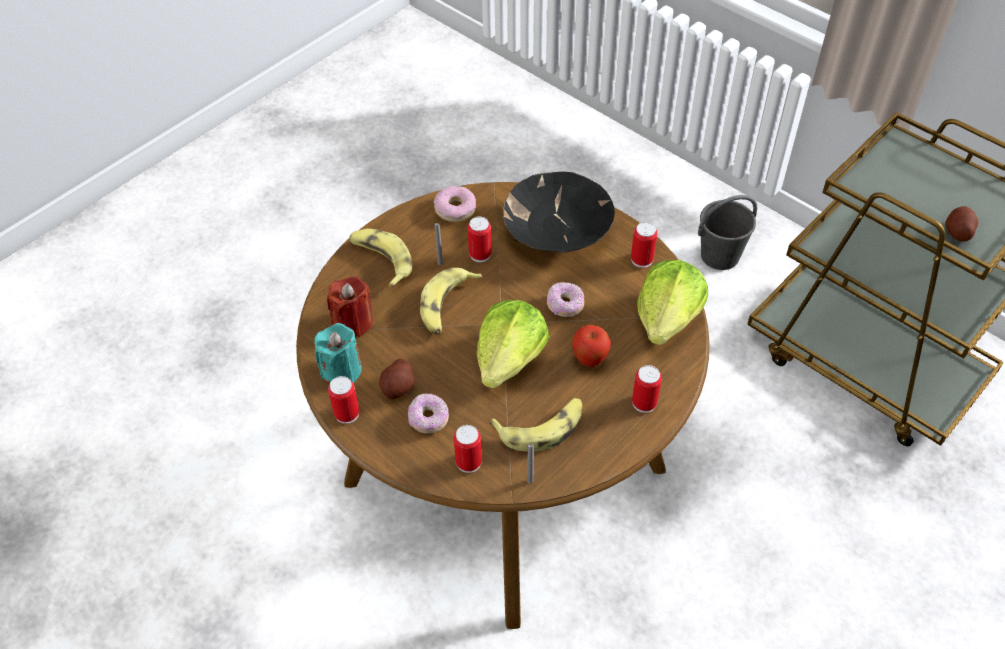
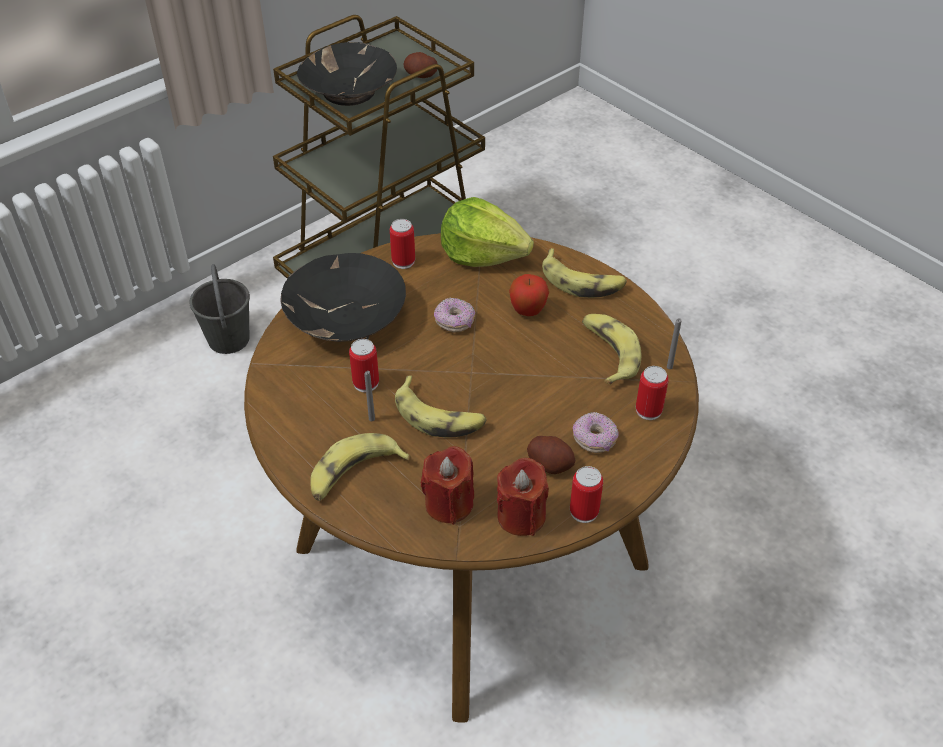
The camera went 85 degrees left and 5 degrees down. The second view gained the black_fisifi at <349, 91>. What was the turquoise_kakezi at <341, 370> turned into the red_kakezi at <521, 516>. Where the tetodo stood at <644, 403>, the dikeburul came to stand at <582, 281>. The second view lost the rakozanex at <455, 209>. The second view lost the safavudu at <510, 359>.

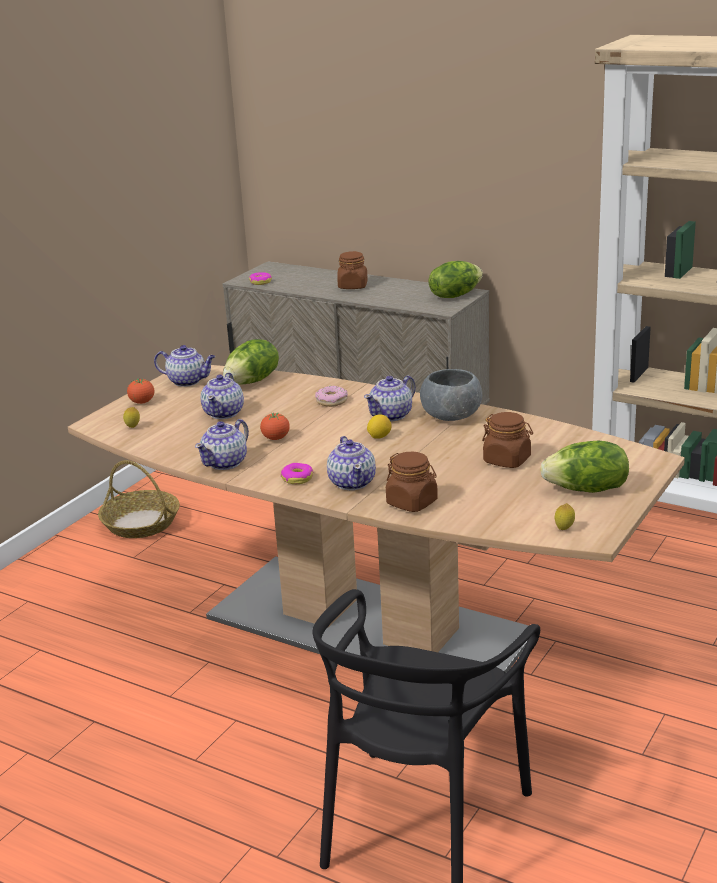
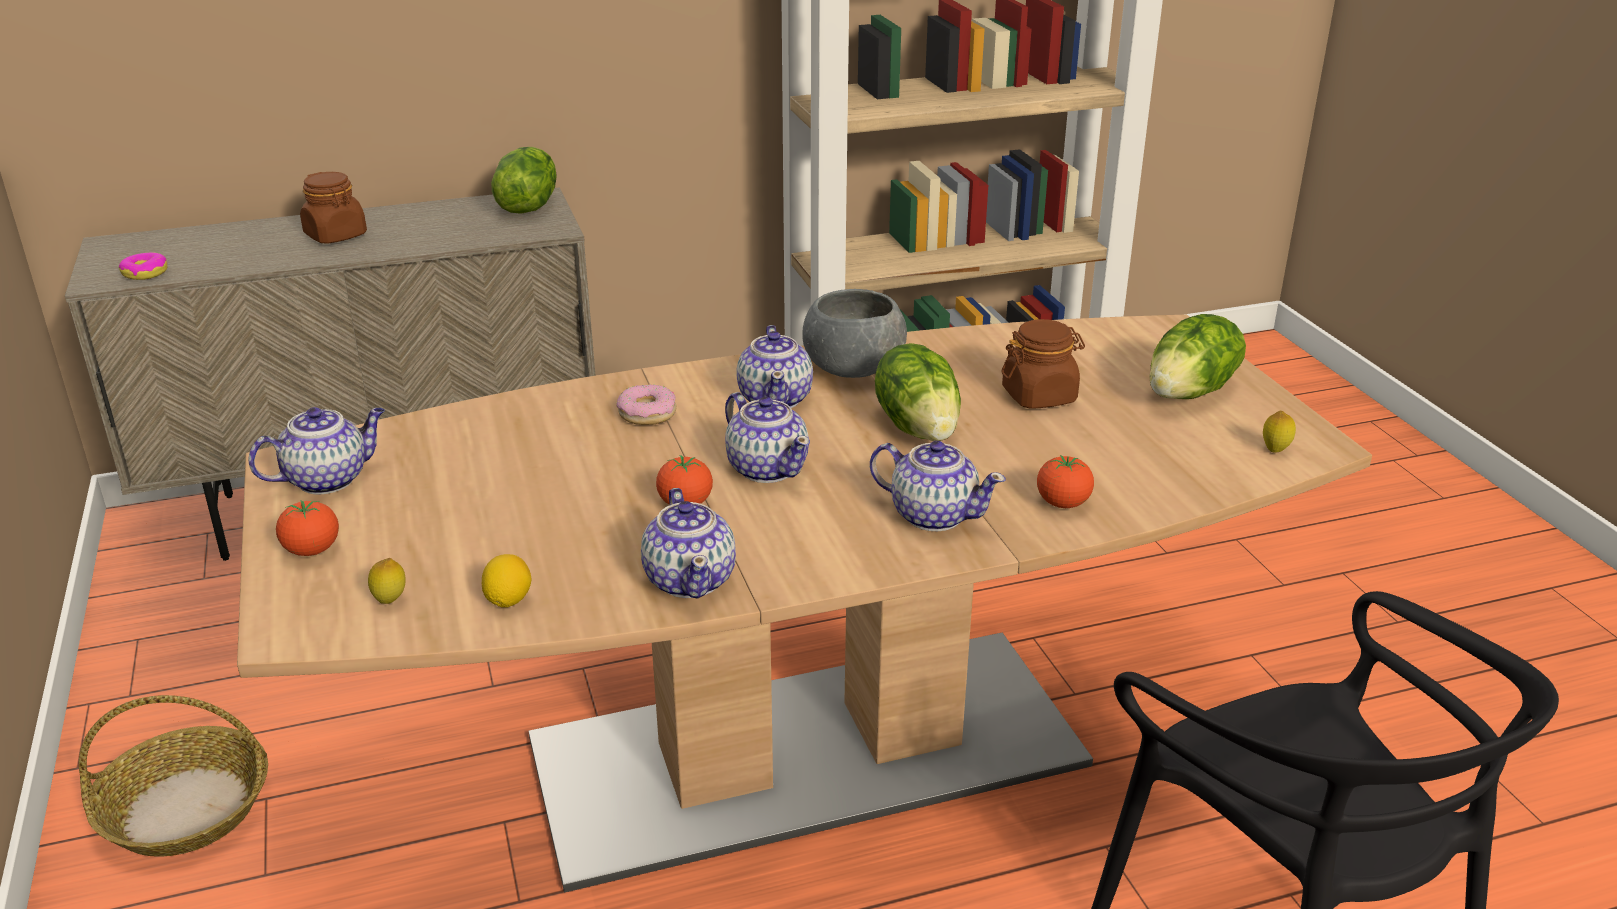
The camera went 50 degrees left and 5 degrees up. The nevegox ended up elsewhere, having gone from <379, 437> to <508, 600>. The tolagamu ended up elsewhere, having gone from <224, 413> to <767, 468>. The safavudu ended up elsewhere, having gone from <253, 381> to <919, 427>. Where the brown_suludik stood at <412, 503>, the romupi came to stand at <1062, 504>. The second view lost the rakozanex at <297, 478>.

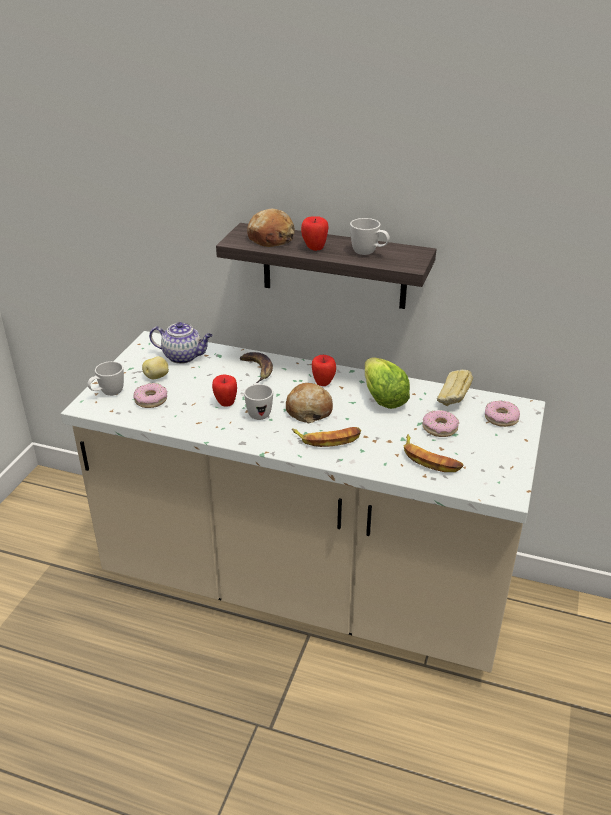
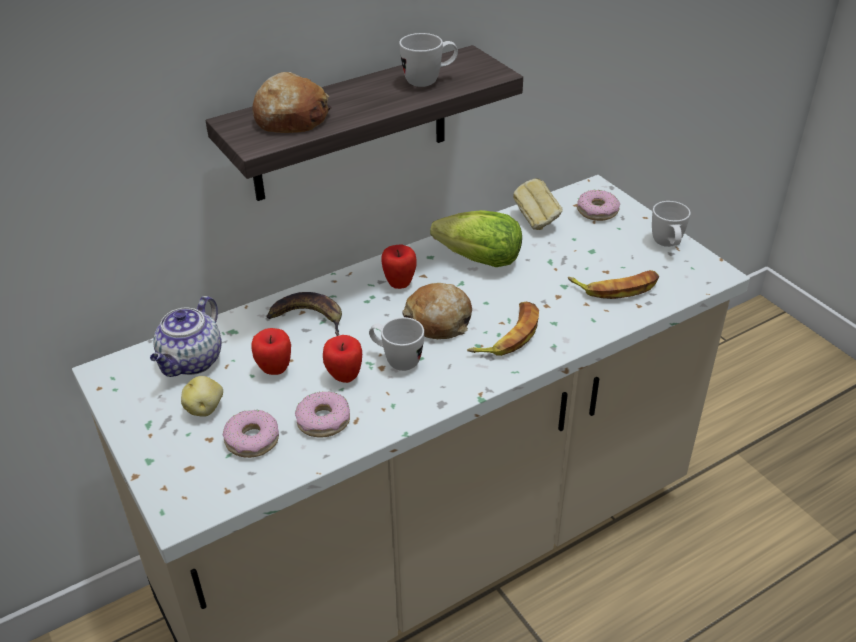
The camera went 50 degrees left and 5 degrees up. The tolagamu at <183, 356> ended up facing another way, 150 degrees clockwise from before. The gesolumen ended up elsewhere, having gone from <314, 249> to <275, 370>. The rakozanex ended up elsewhere, having gone from <439, 428> to <323, 421>. The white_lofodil ended up elsewhere, having gone from <108, 394> to <667, 245>.

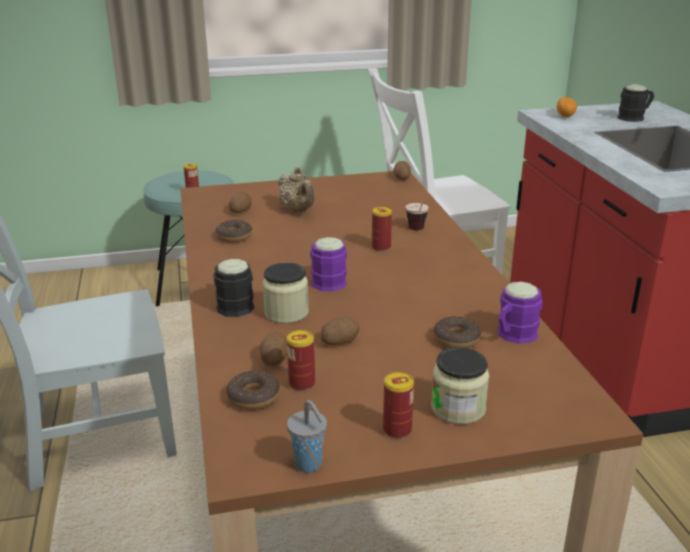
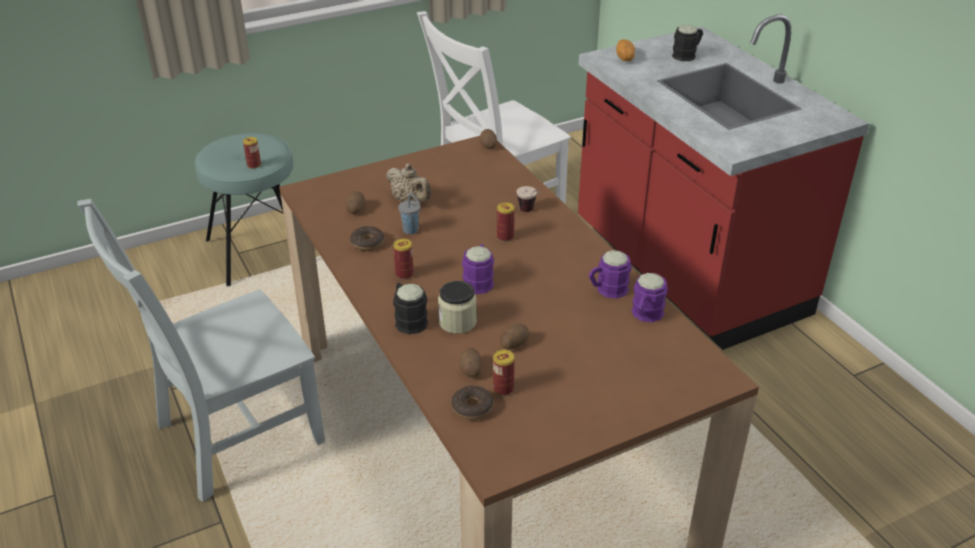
The camera went 15 degrees left and 10 degrees up. The tetodo ended up elsewhere, having gone from <397, 430> to <404, 274>. The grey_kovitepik ended up elsewhere, having gone from <309, 465> to <411, 230>. The second view gained the purple_lofodil at <607, 290>. The second view lost the suludik at <458, 408>. The second view lost the rakozanex at <456, 339>.

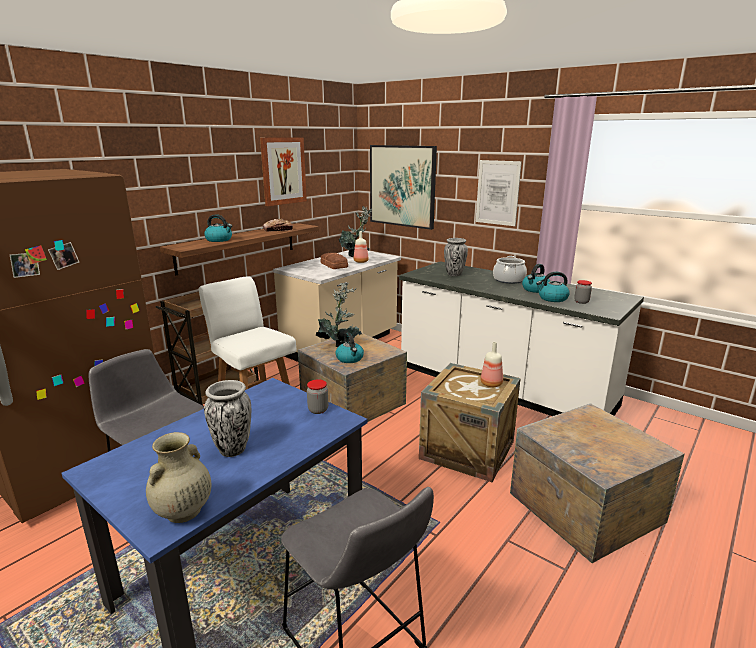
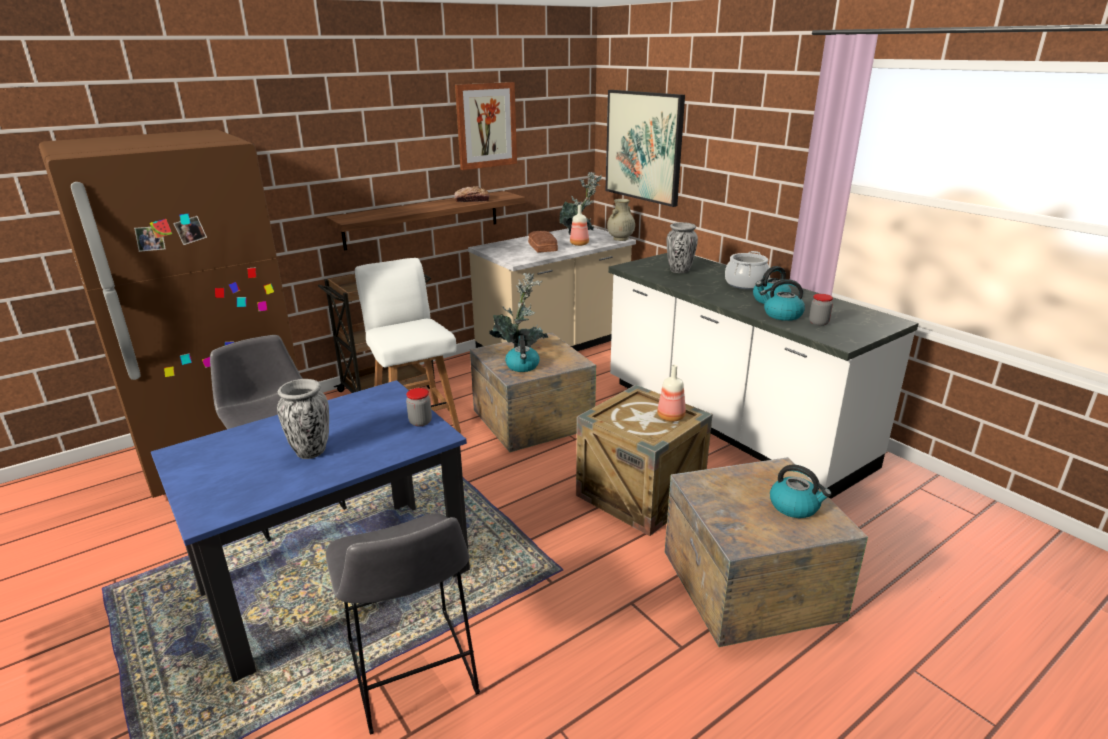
The camera went 15 degrees right and 5 degrees up. The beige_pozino ended up elsewhere, having gone from <182, 512> to <620, 239>. The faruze ended up elsewhere, having gone from <219, 240> to <795, 506>. The second view lost the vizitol at <497, 192>.

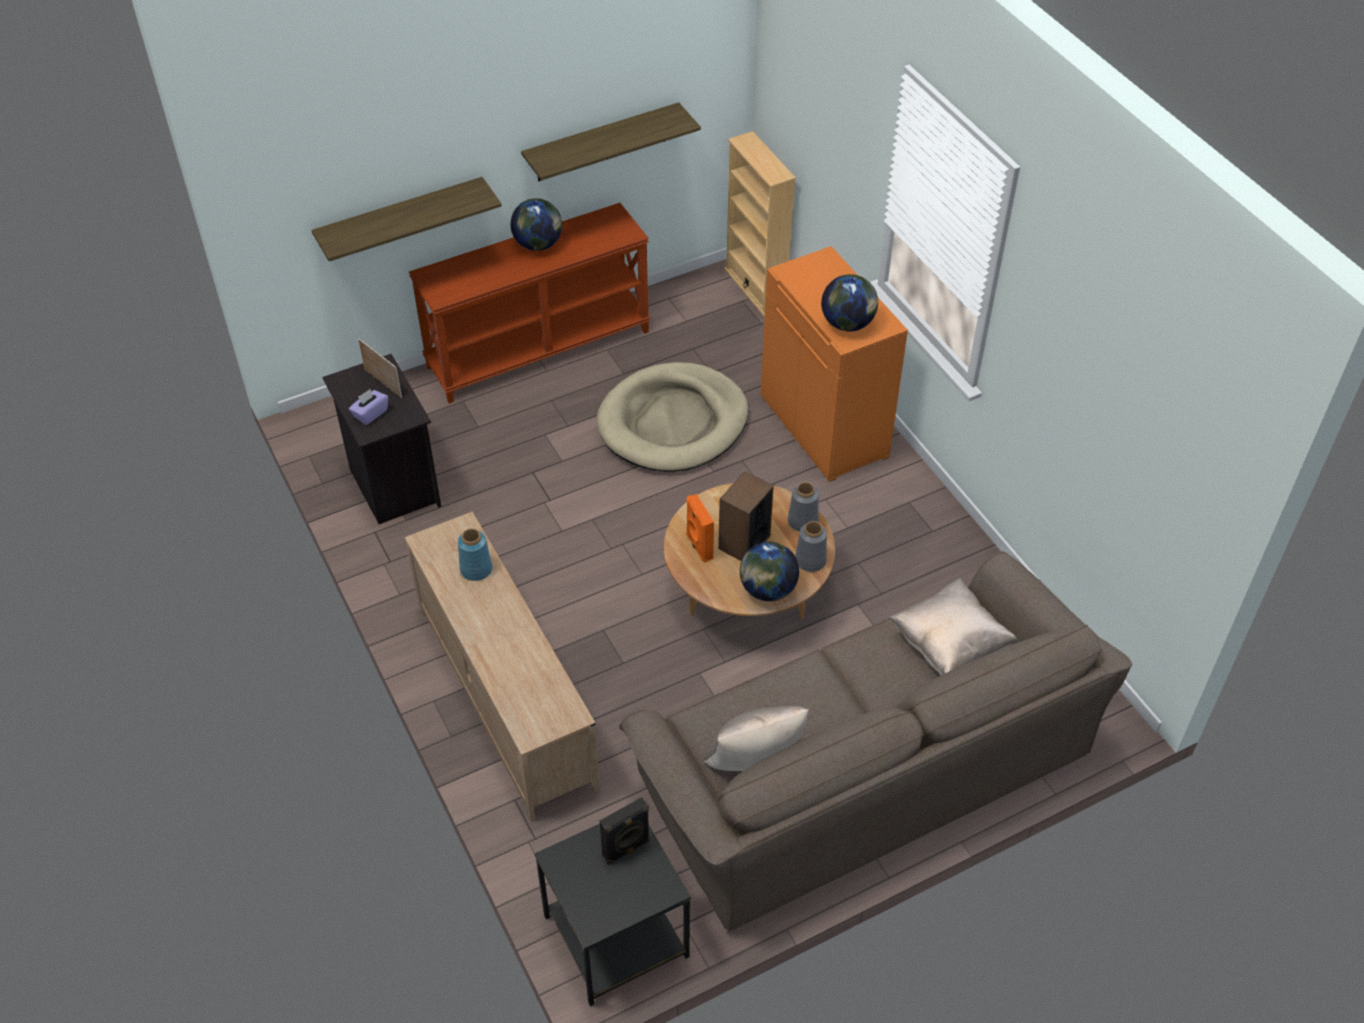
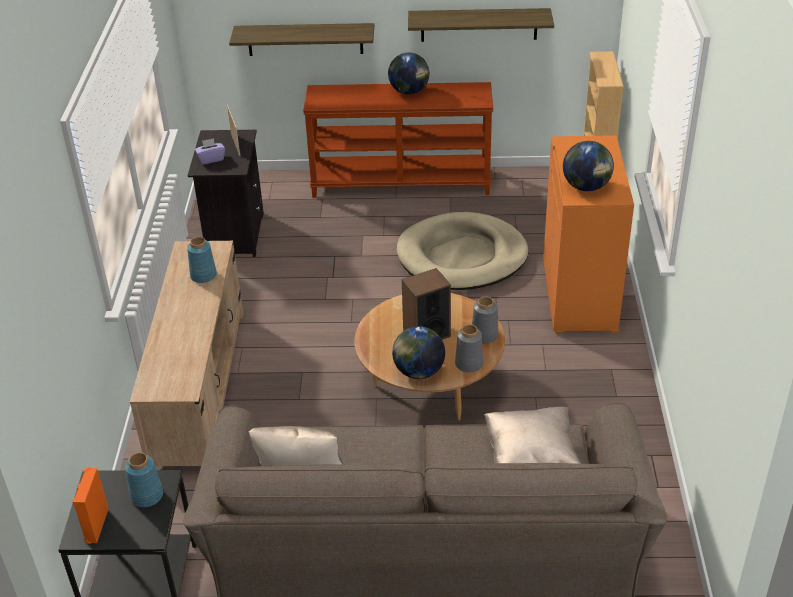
The camera went 30 degrees right and 10 degrees down. The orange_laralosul ended up elsewhere, having gone from <698, 547> to <96, 525>. Where the black_laralosul stood at <626, 849>, the blue_pozino came to stand at <147, 495>.

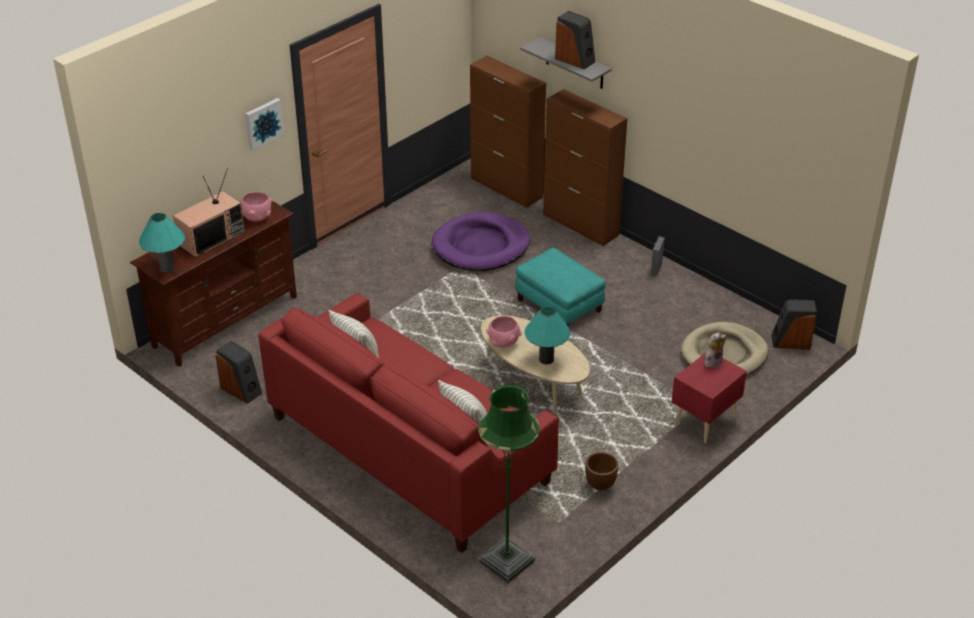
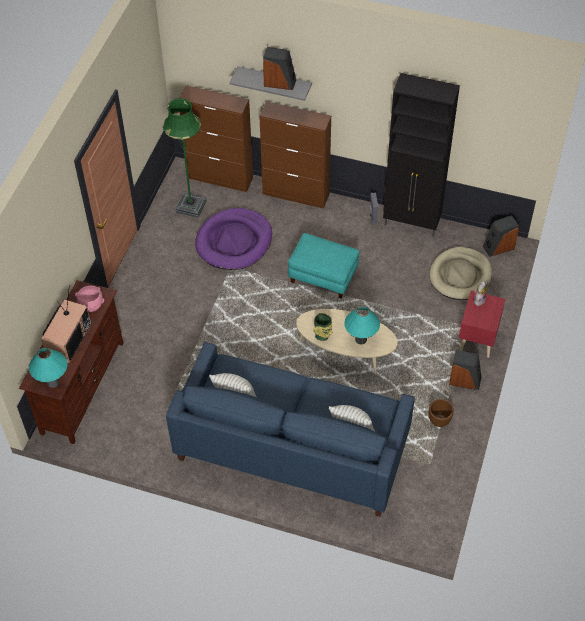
The camera went 25 degrees left and 15 degrees up. The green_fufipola ended up elsewhere, having gone from <506, 561> to <190, 206>. What was the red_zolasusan at <409, 449> turned into the blue_zolasusan at <292, 446>. Where the pink_fisifi stood at <504, 342>, the pozino came to stand at <322, 336>. The second view gained the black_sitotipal at <412, 223>. The laralosul ended up elsewhere, having gone from <241, 390> to <464, 380>. The second view lost the vizitol at <263, 123>.

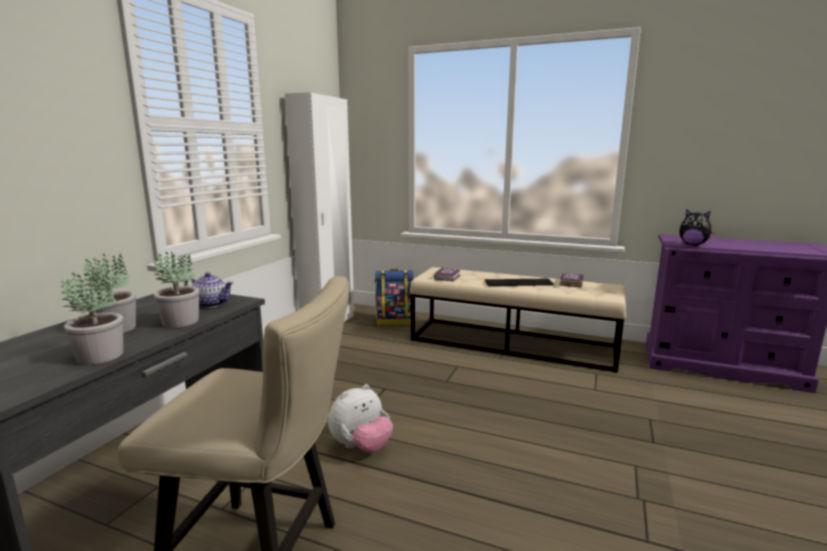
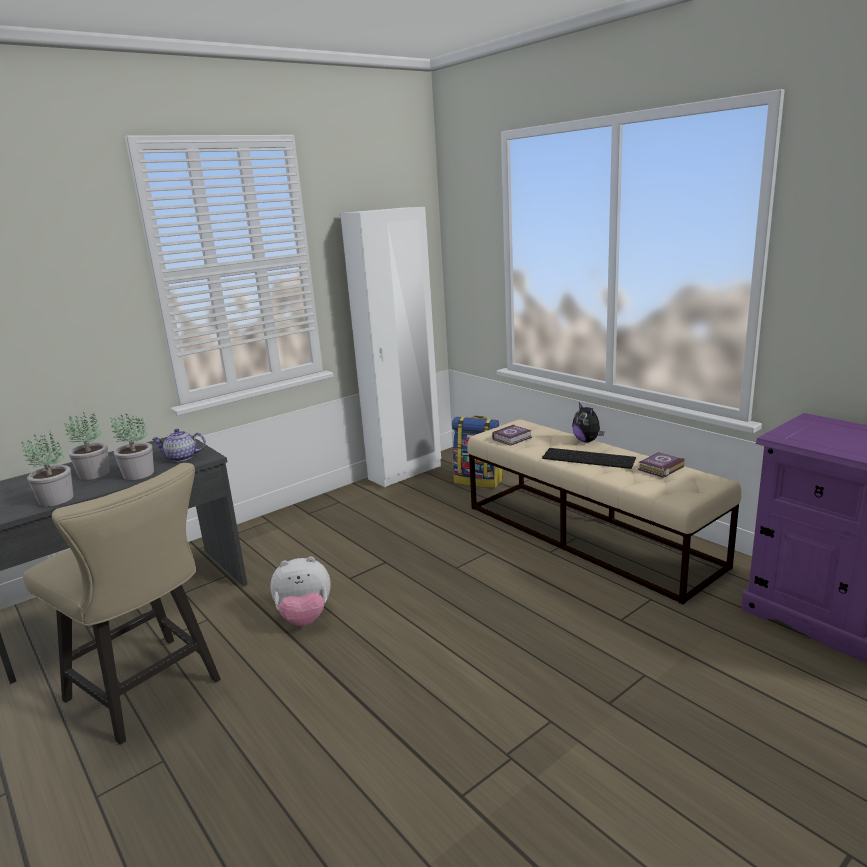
The camera went 30 degrees right and 5 degrees up. The tolagamu at <211, 304> ended up facing another way, 135 degrees clockwise from before. The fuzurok ended up elsewhere, having gone from <693, 244> to <587, 441>.

